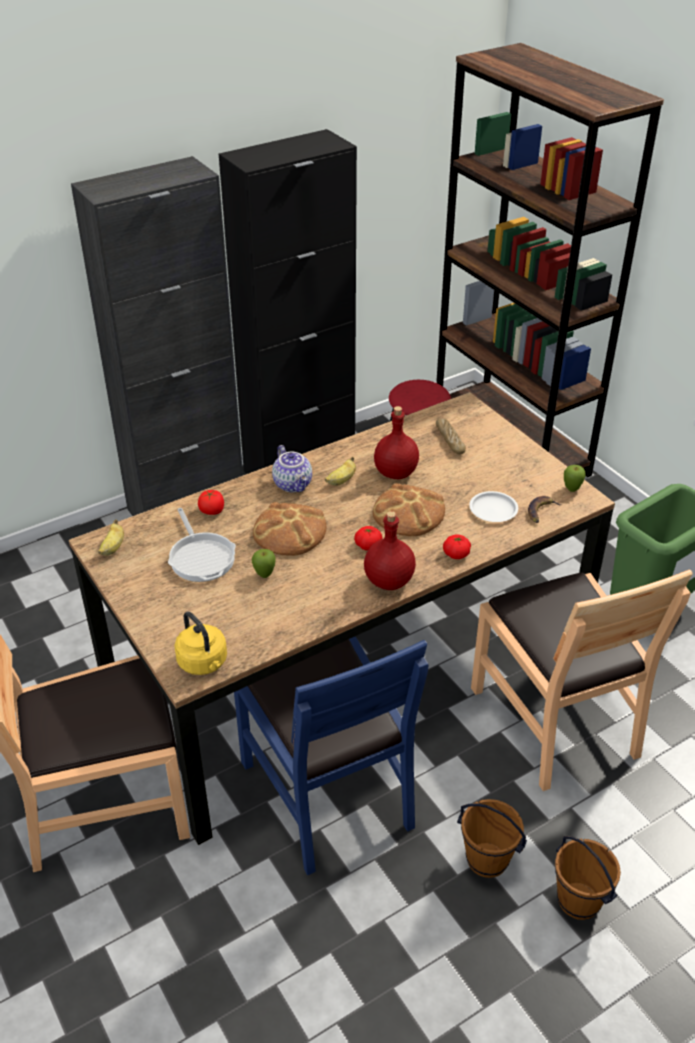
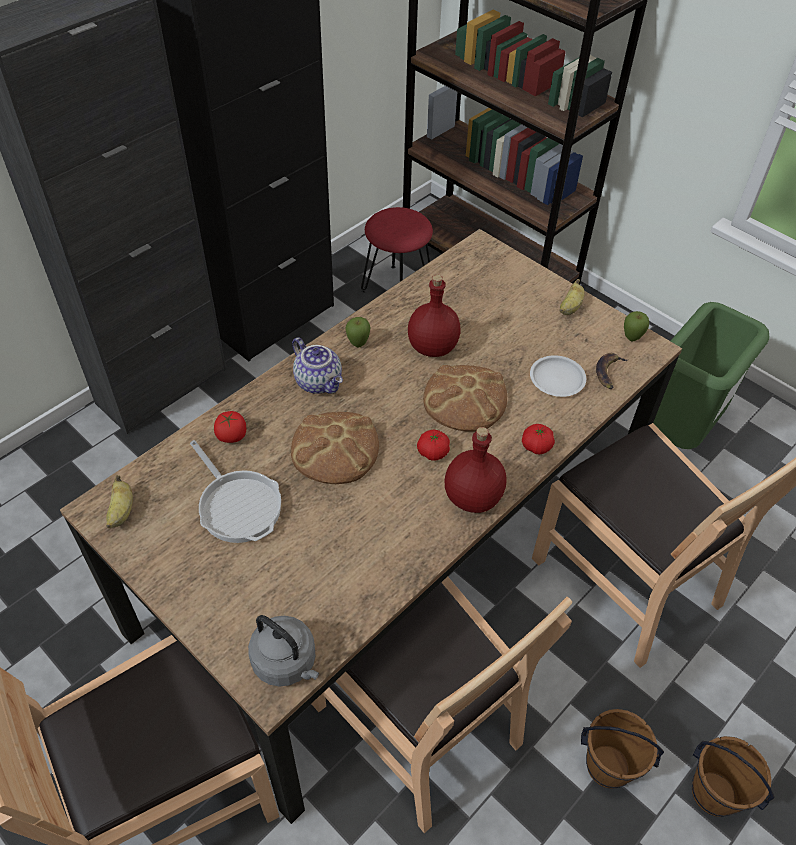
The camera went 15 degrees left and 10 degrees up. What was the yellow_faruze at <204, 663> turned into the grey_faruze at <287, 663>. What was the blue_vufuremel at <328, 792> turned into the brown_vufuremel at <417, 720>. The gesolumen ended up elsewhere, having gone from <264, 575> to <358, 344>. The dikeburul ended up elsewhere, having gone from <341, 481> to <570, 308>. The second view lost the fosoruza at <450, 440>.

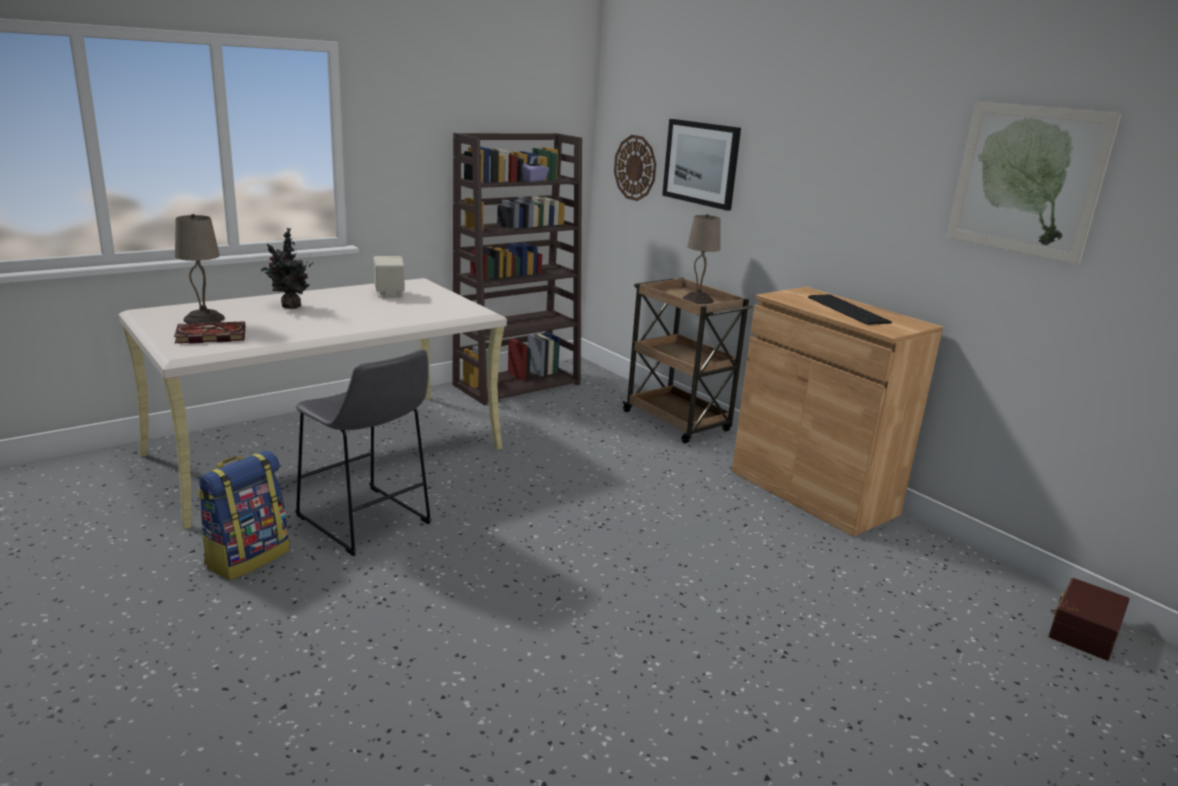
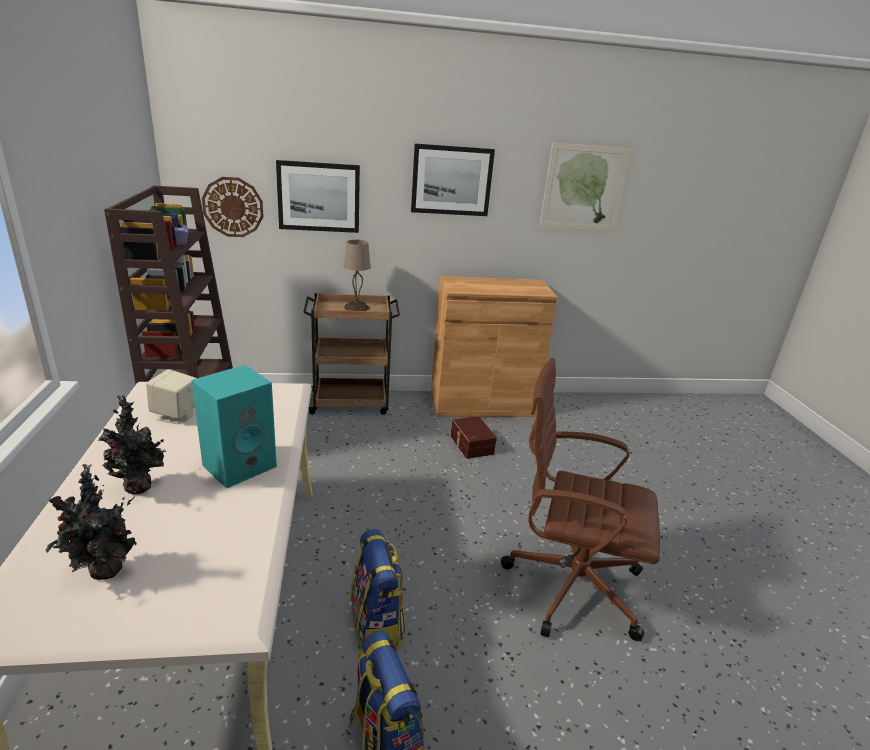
The camera went 60 degrees left and 5 degrees up. Where the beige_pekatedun stood at <203, 319>, the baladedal came to stand at <105, 572>. The second view gained the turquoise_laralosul at <240, 465>. Where the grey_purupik stood at <367, 523>, the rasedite came to stand at <377, 625>. The second view gained the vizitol at <451, 180>. The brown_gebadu ended up elsewhere, having gone from <1082, 630> to <470, 445>. The second view gained the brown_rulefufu at <569, 584>. The second view lost the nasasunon at <209, 336>. The second view lost the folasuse at <848, 309>.

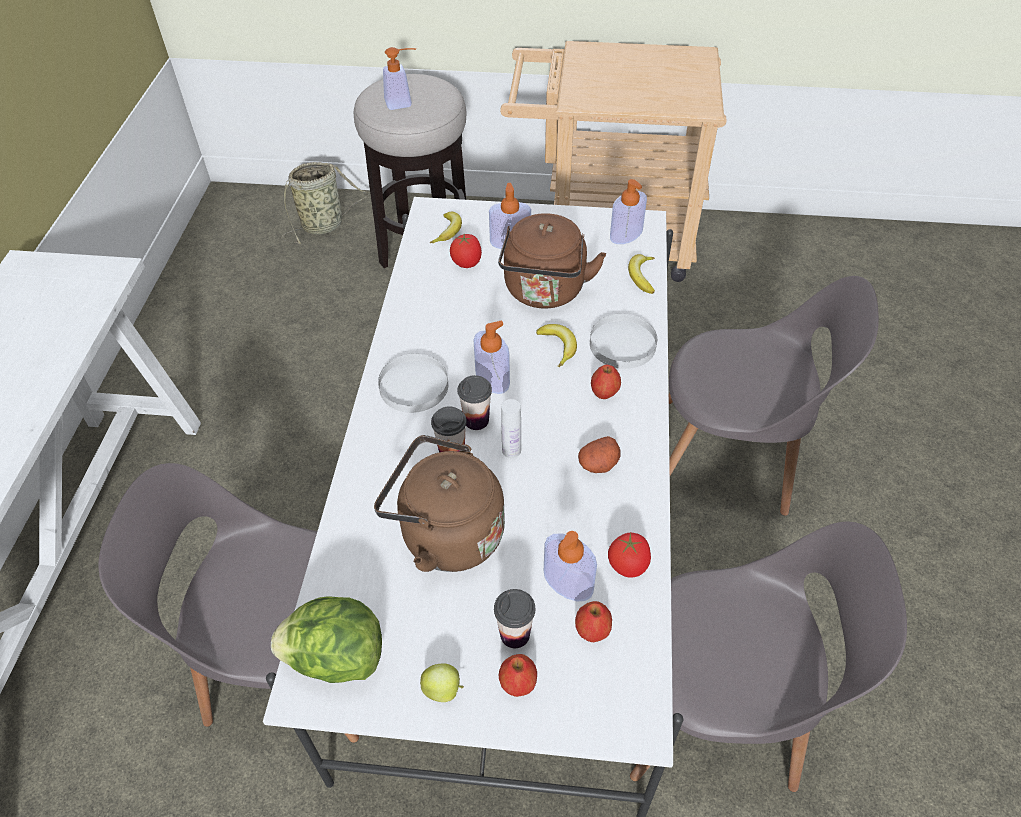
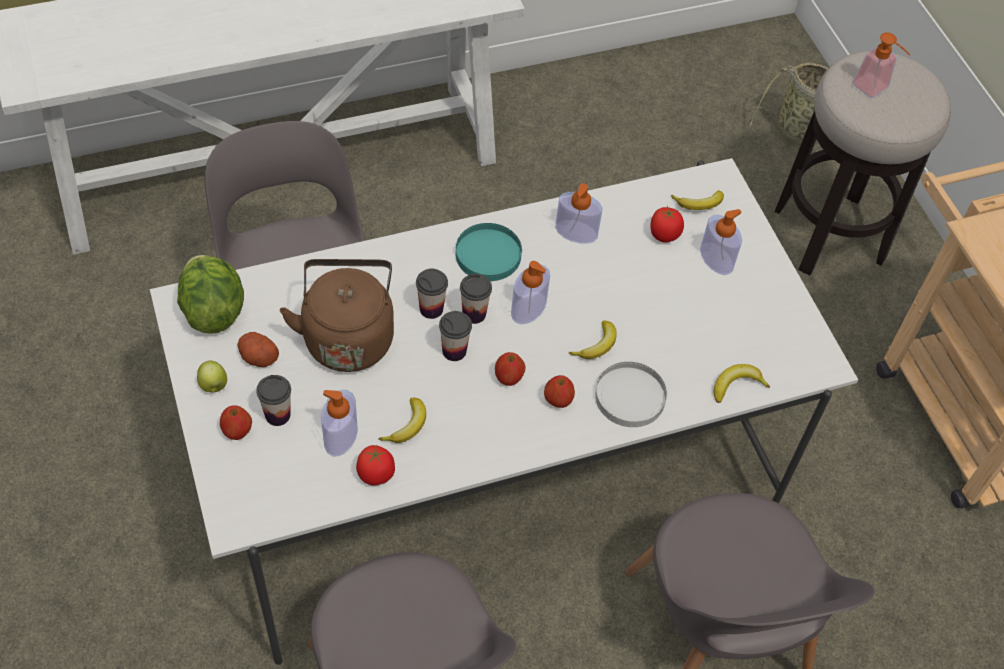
The camera went 60 degrees right and 5 degrees up. The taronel ended up elsewhere, having gone from <598, 464> to <258, 356>. The second view gained the dikeburul at <407, 426>. Where the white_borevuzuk stood at <511, 450>, the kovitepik came to stand at <454, 351>. What was the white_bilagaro at <414, 386> turned into the turquoise_bilagaro at <488, 255>. The gesolumen ended up elsewhere, having gone from <592, 630> to <508, 378>. The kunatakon ended up elsewhere, having gone from <626, 234> to <576, 232>. The second view lost the brown_faruze at <544, 292>.

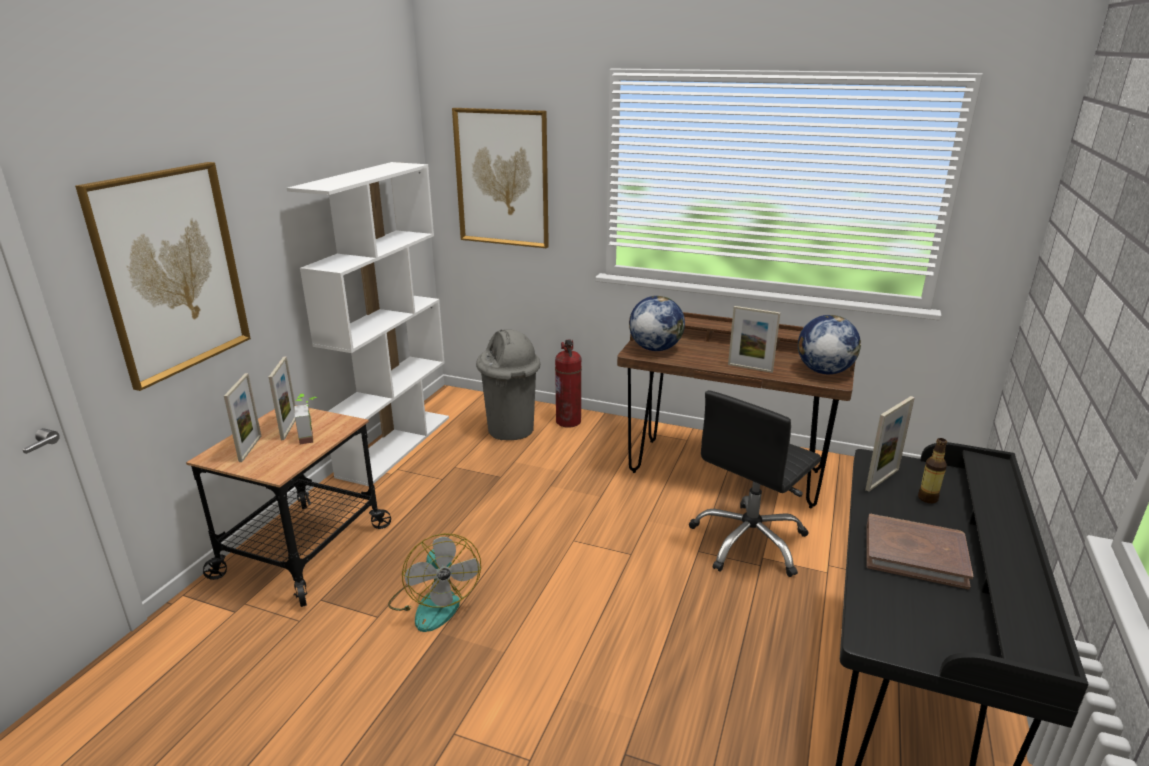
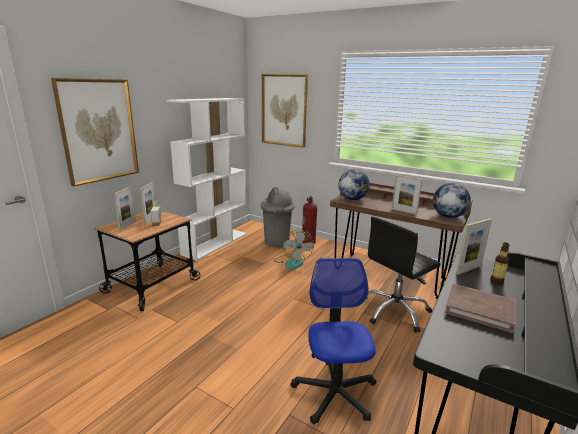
The camera went 10 degrees right and 5 degrees down. The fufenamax ended up elsewhere, having gone from <434, 602> to <292, 262>. The second view gained the rulefufu at <335, 393>.

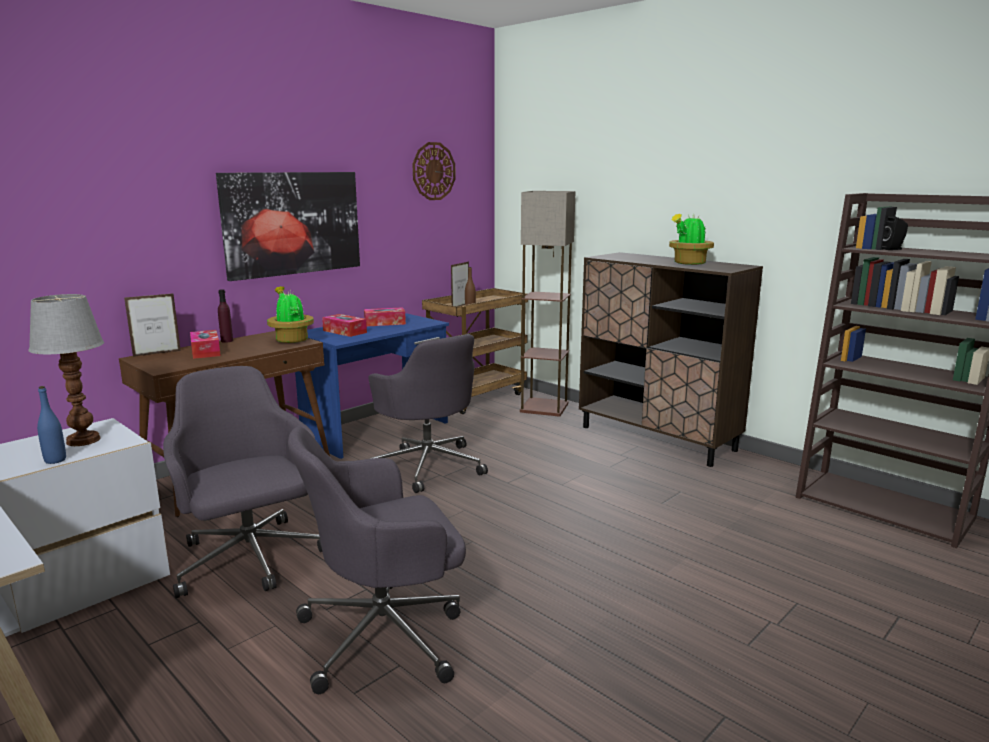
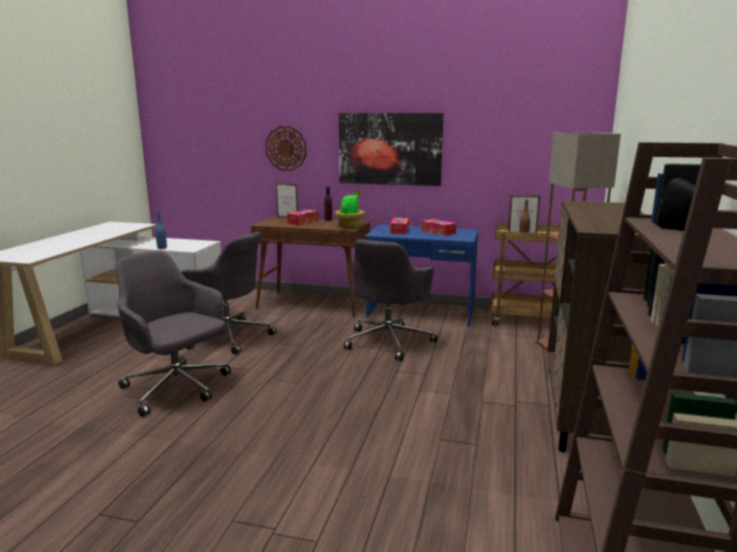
The camera went 60 degrees right and 0 degrees up. The grey_rulefufu at <250, 560> ended up facing another way, 90 degrees clockwise from before. The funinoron ended up elsewhere, having gone from <433, 171> to <286, 148>. The second view lost the pekatedun at <84, 440>. The second view lost the baladedal at <688, 263>.

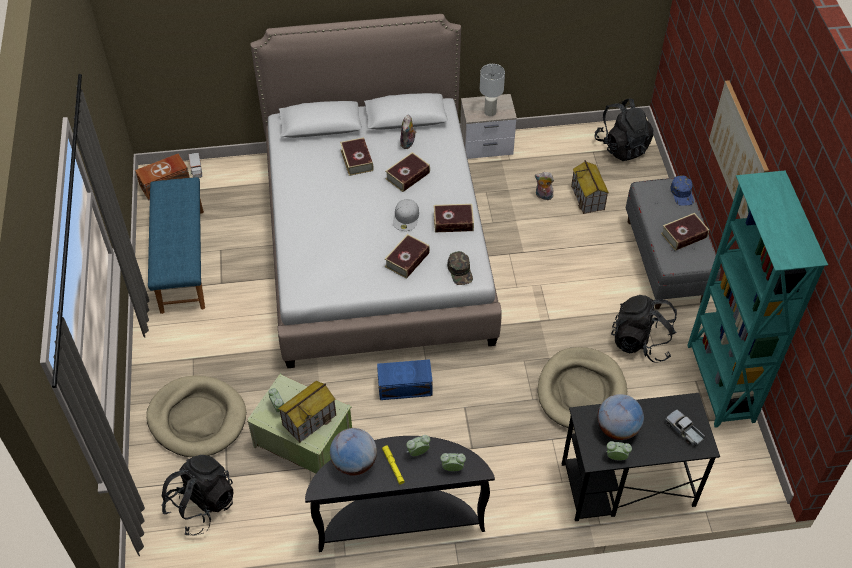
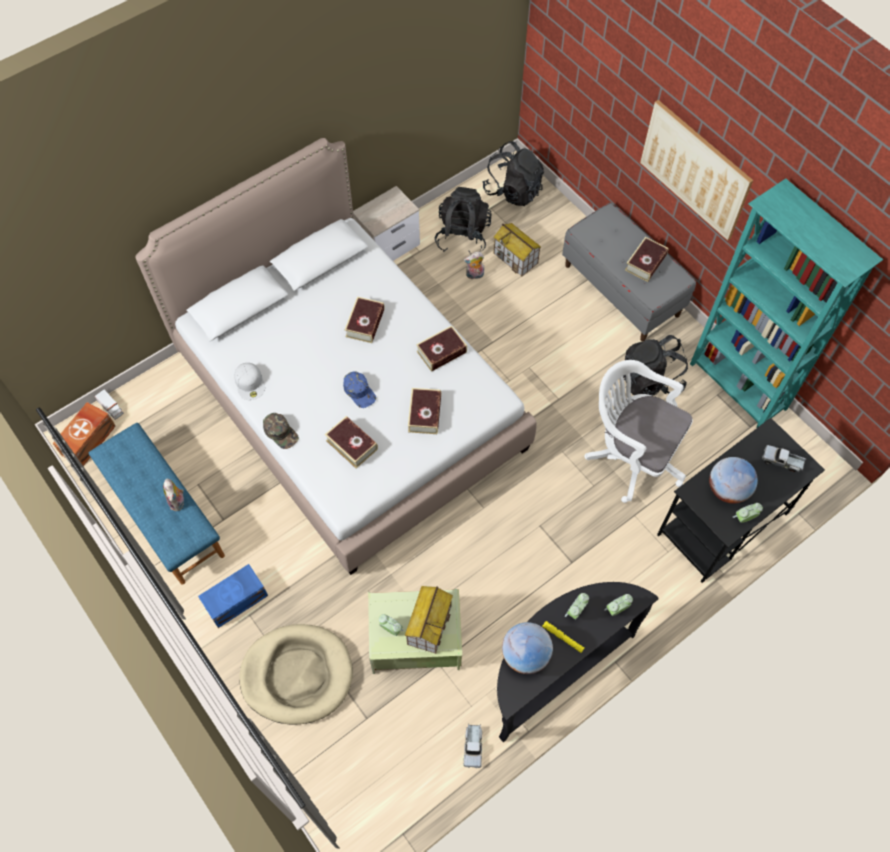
The camera went 30 degrees left and 10 degrees up. The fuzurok ended up elsewhere, having gone from <408, 143> to <178, 502>. The blue_gebadu ended up elsewhere, having gone from <405, 387> to <237, 600>. The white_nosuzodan ended up elsewhere, having gone from <406, 218> to <250, 383>. The green_nosuzodan ended up elsewhere, having gone from <460, 271> to <281, 432>. The nasasunon ended up elsewhere, having gone from <357, 160> to <352, 445>. The blue_nosuzodan ended up elsewhere, having gone from <682, 193> to <359, 391>. The black_rasedite ended up elsewhere, having gone from <201, 505> to <462, 236>. The second view gained the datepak at <473, 747>. Where the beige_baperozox stood at <581, 392>, the white_rulefufu came to stand at <630, 455>. The second view lost the white_pekatedun at <490, 112>.

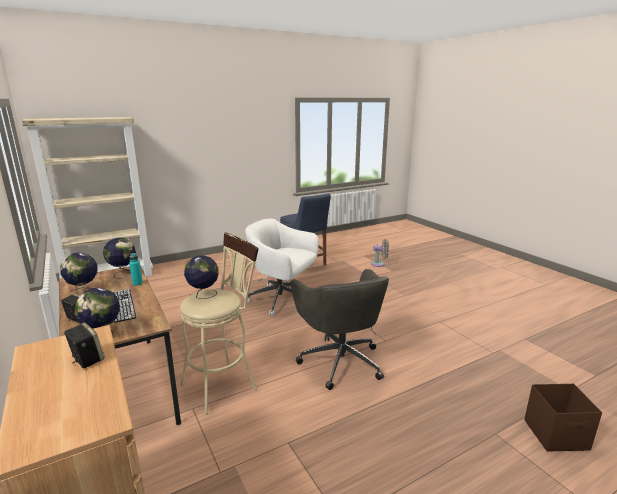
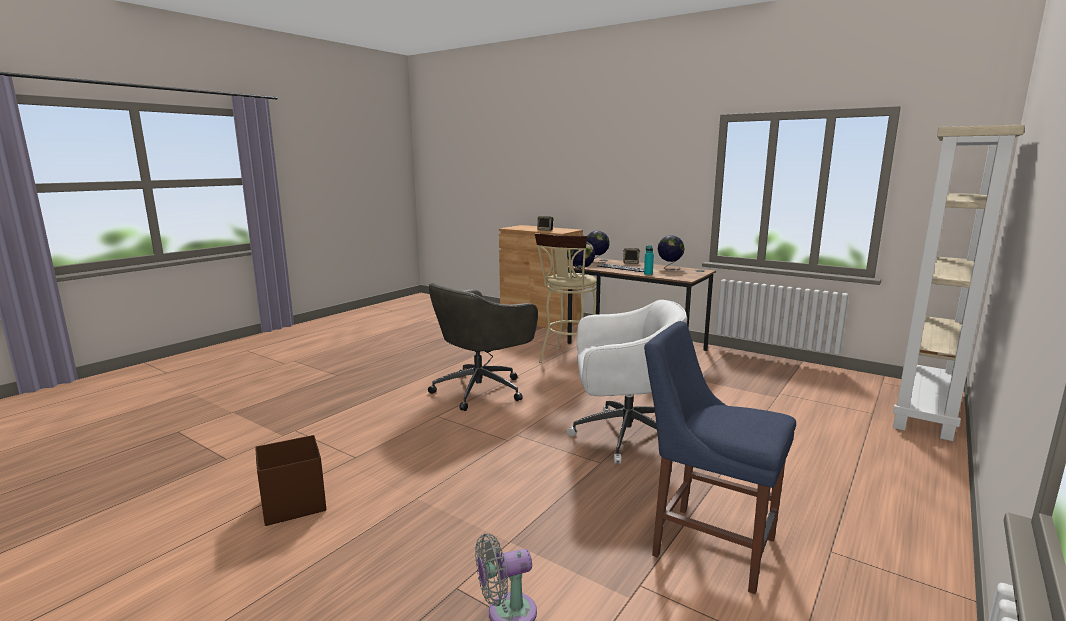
The camera went 155 degrees right and 5 degrees down. The brown_gebadu ended up elsewhere, having gone from <556, 435> to <292, 504>. The grey_rulefufu at <340, 360> ended up facing another way, 90 degrees counterclockwise from before. The second view lost the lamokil at <123, 273>.

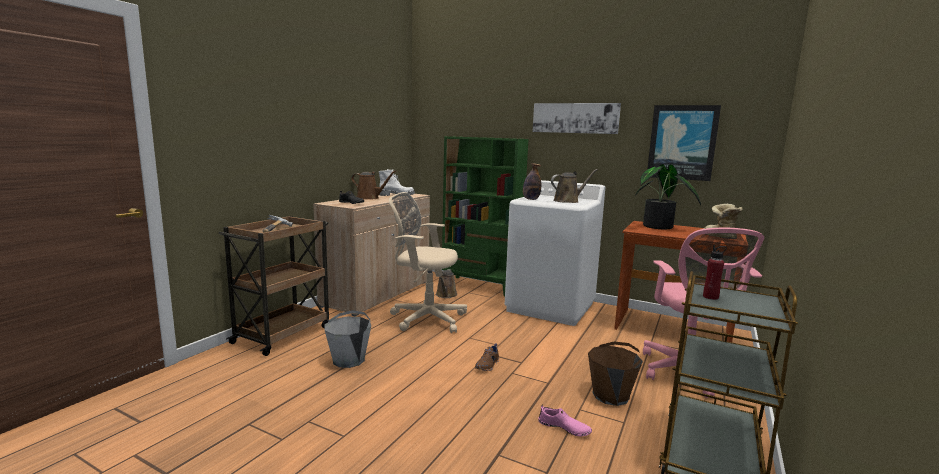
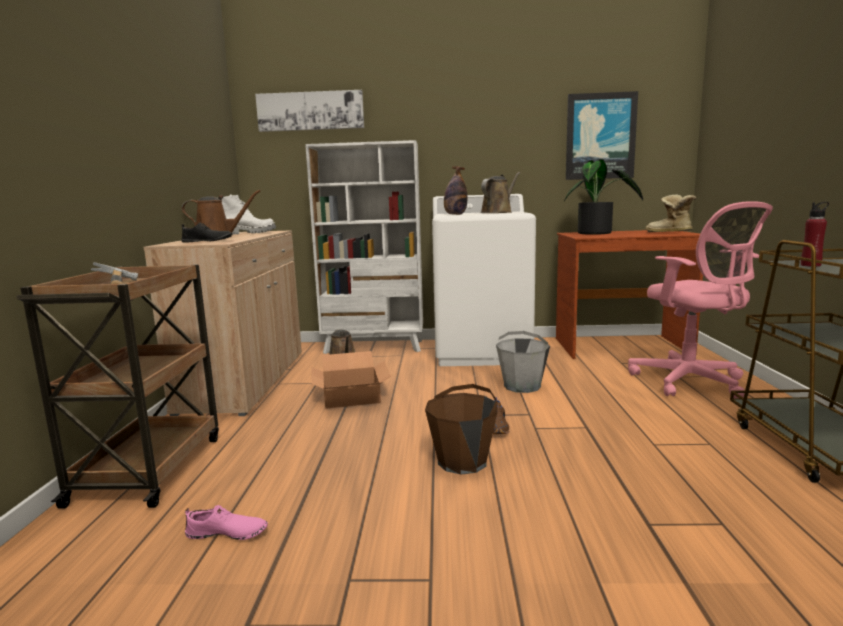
The camera went 25 degrees left and 0 degrees up. The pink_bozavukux ended up elsewhere, having gone from <564, 428> to <227, 534>. The vizitol ended up elsewhere, having gone from <575, 118> to <310, 111>. What was the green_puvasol at <480, 286> turned into the white_puvasol at <374, 347>. Where the beige_rulefufu stood at <425, 318>, the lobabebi came to stand at <350, 395>. The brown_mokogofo ended up elsewhere, having gone from <611, 395> to <463, 461>. The grey_mokogofo ended up elsewhere, having gone from <349, 360> to <522, 386>.

